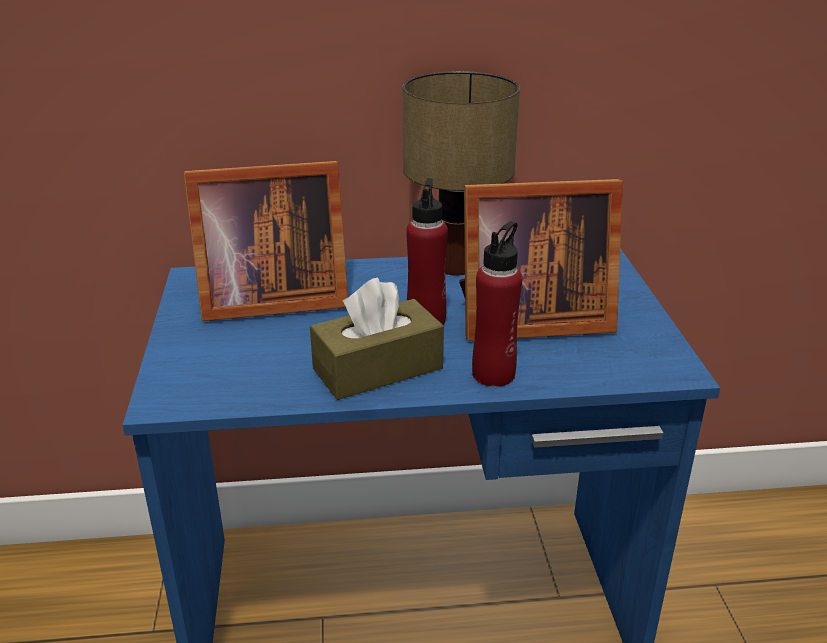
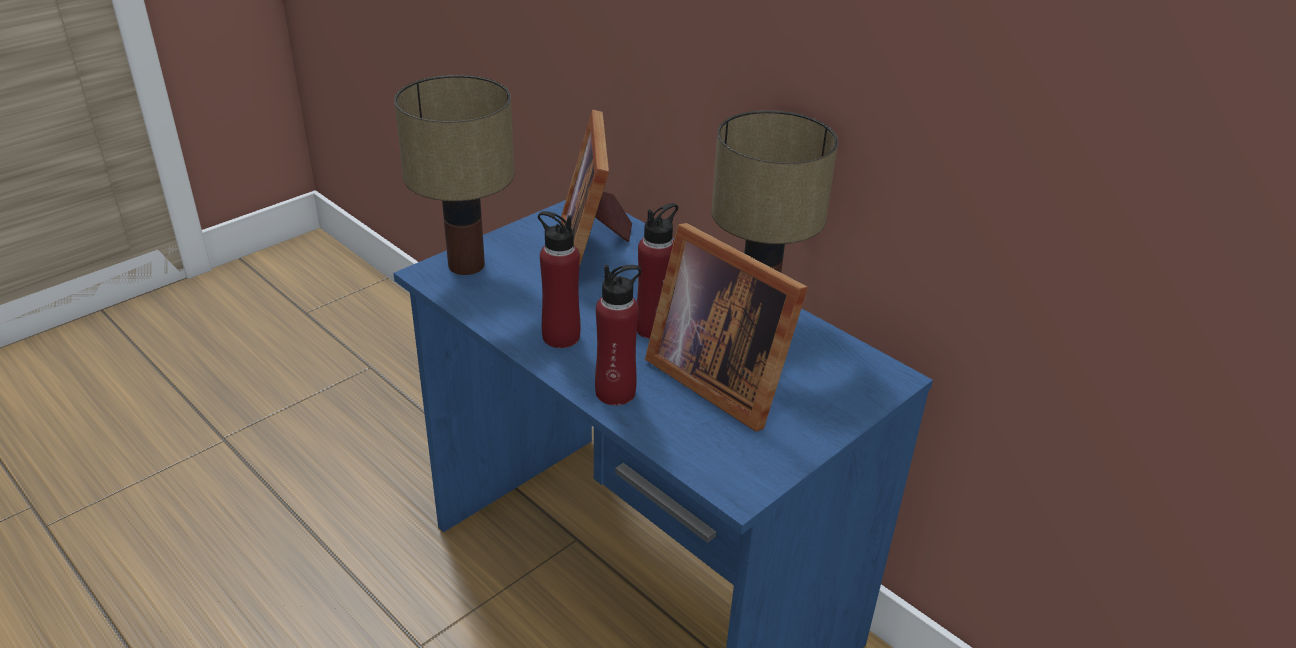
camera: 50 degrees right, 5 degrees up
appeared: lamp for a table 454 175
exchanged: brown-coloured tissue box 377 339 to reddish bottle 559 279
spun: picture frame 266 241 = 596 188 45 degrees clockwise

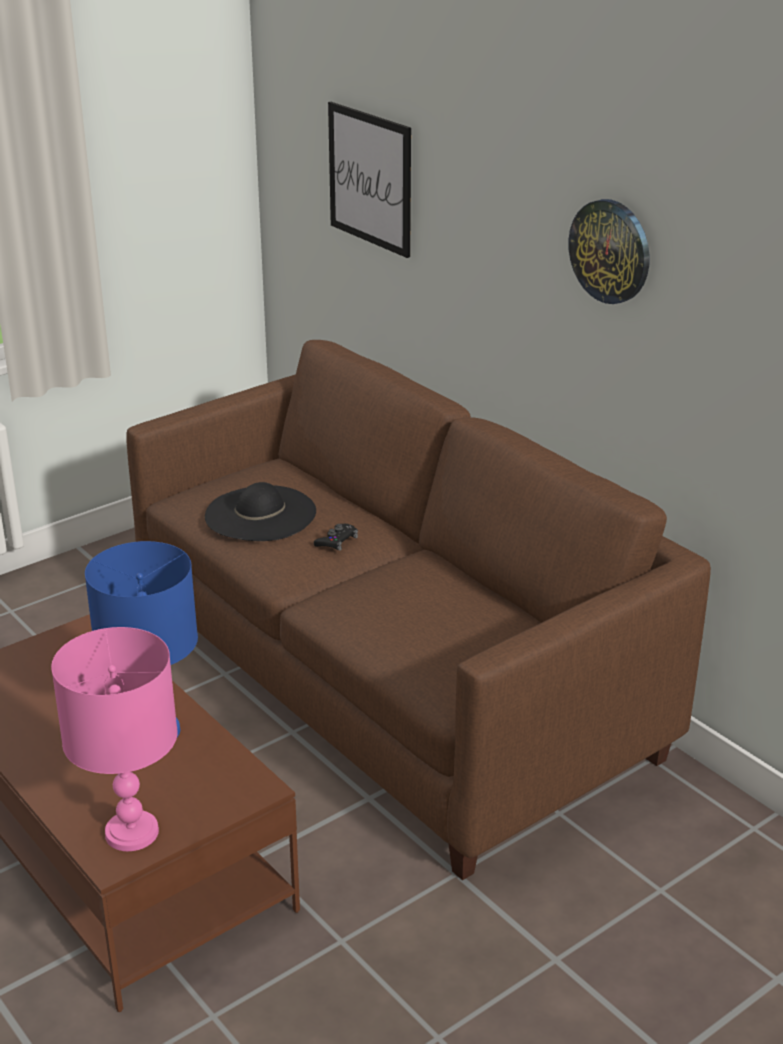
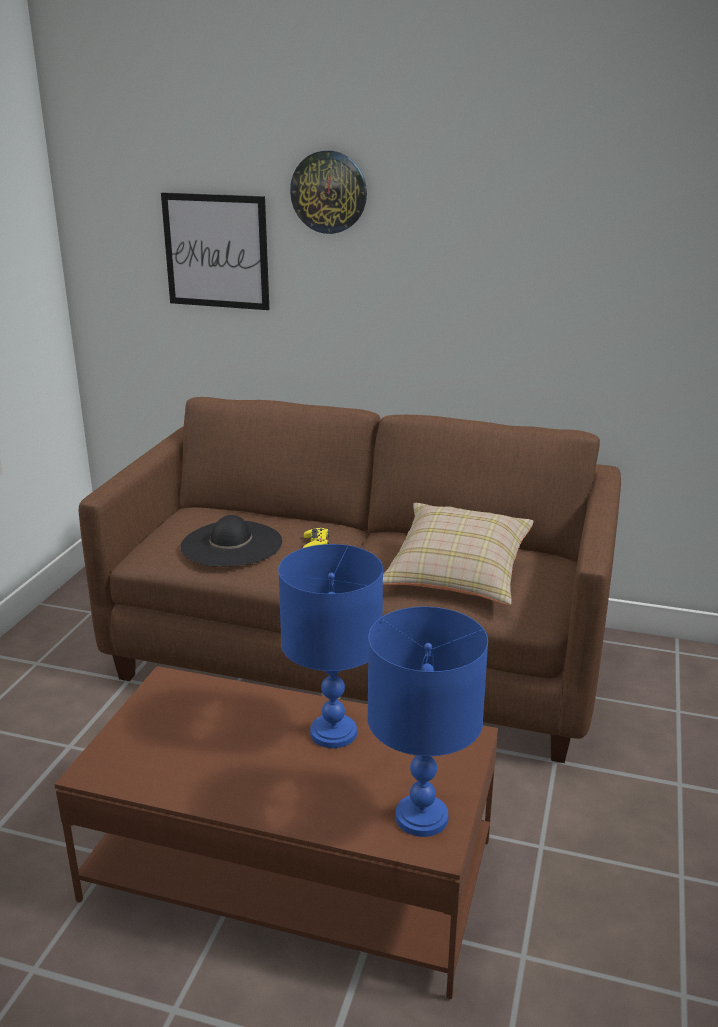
camera: 35 degrees left, 5 degrees down
appeared: beige cushion 458 554
relocated: hanging clock 609 251 to 328 192
colour: pinkish lamp for a table 114 739 to blue lamp for a table 427 722; black game controller 336 537 to yellowish game controller 316 538

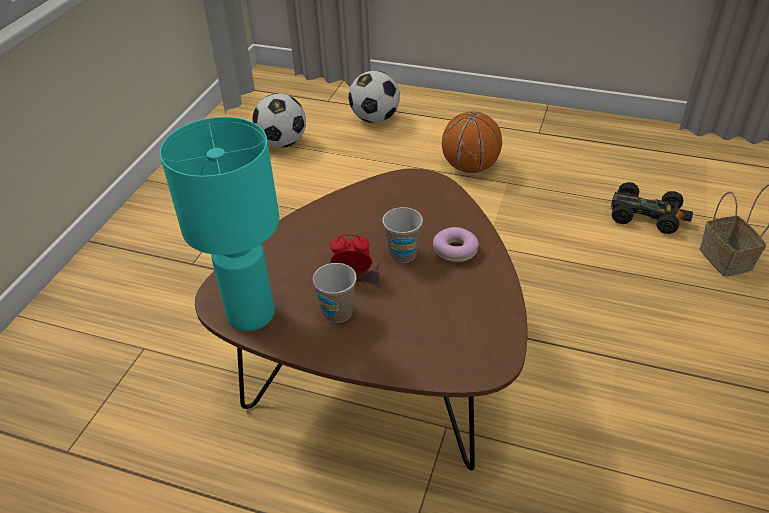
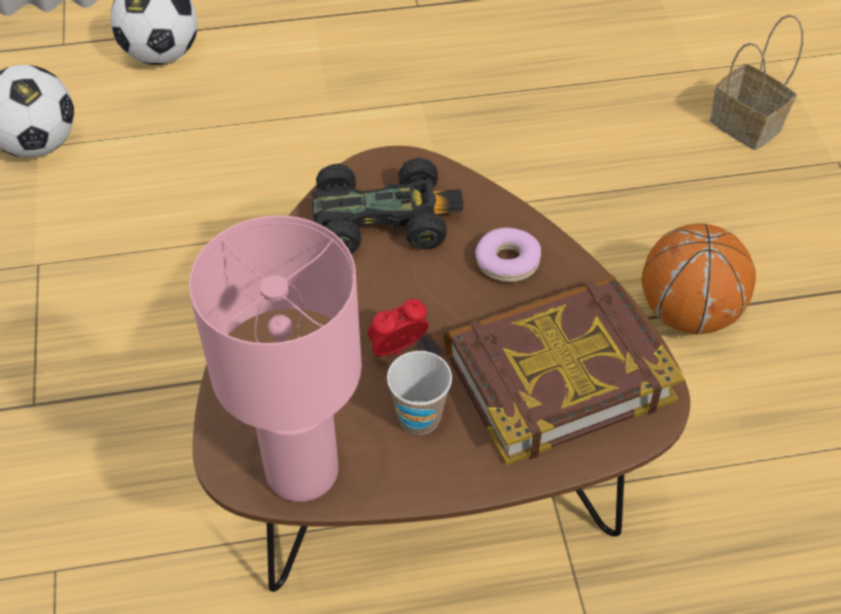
camera: 30 degrees left, 10 degrees up
missing: cup 402 235
appeared: volume 564 370
relocated: ball for basketball 472 142 to 699 279; black miniature car 652 208 to 387 206
colour: turquoise-coloured lamp for a table 219 224 to pinkish lamp for a table 275 358

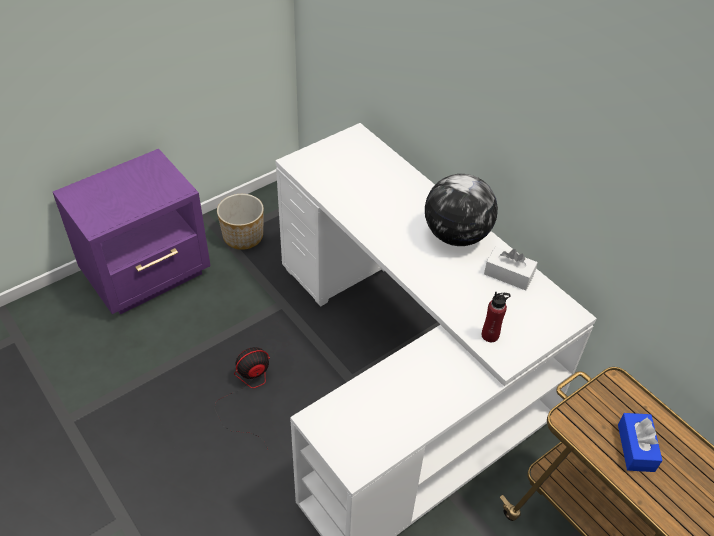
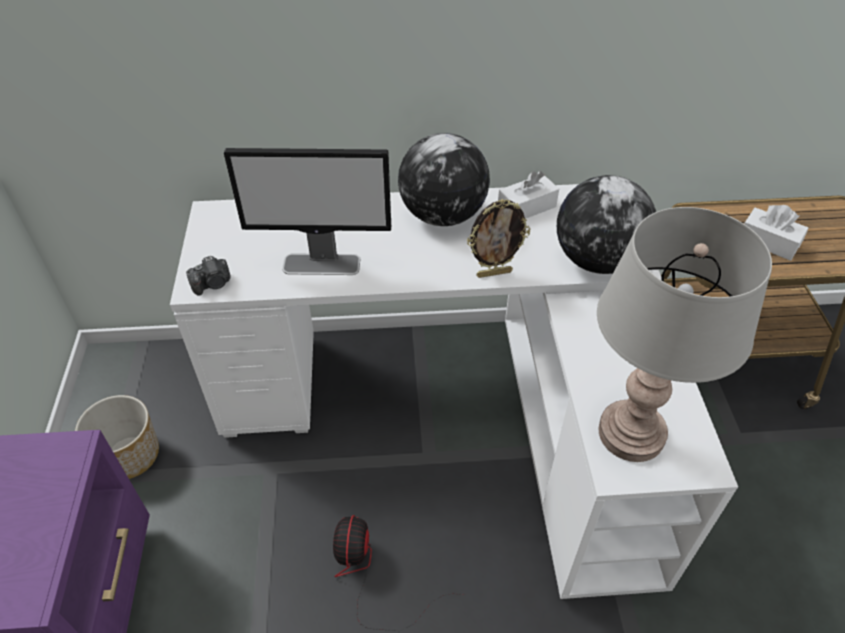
camera: 55 degrees left, 0 degrees up
appeared: photo camera 208 275; computer screen 307 211; picture frame 498 238; grey lamp for a table 684 334
exchanged: reddish bottle 496 317 to world globe 606 224
colour: blue tissue box 640 442 to whitish tissue box 776 233

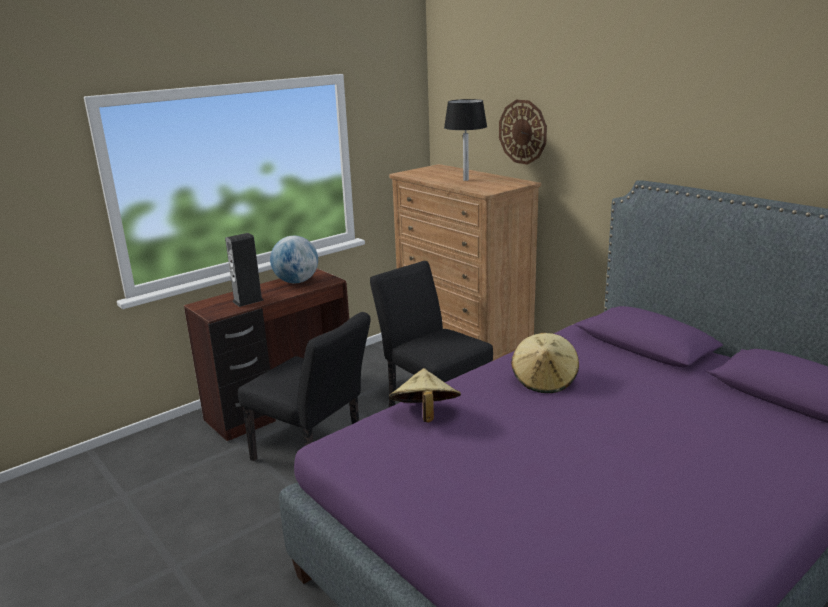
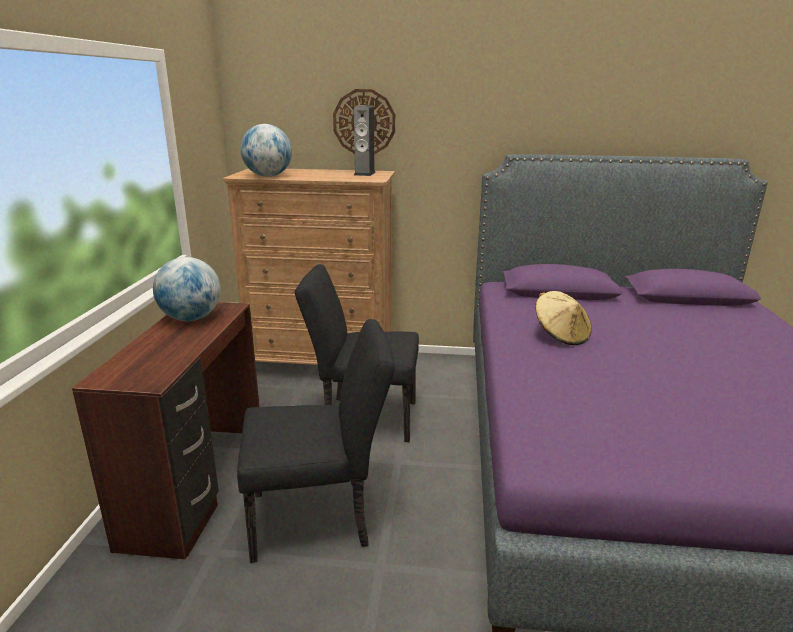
camera: 45 degrees left, 0 degrees up
missing: beige hat 425 395; black lamp for a table 465 140
appeared: world globe 266 150
relocated: audio speaker 244 270 to 365 140

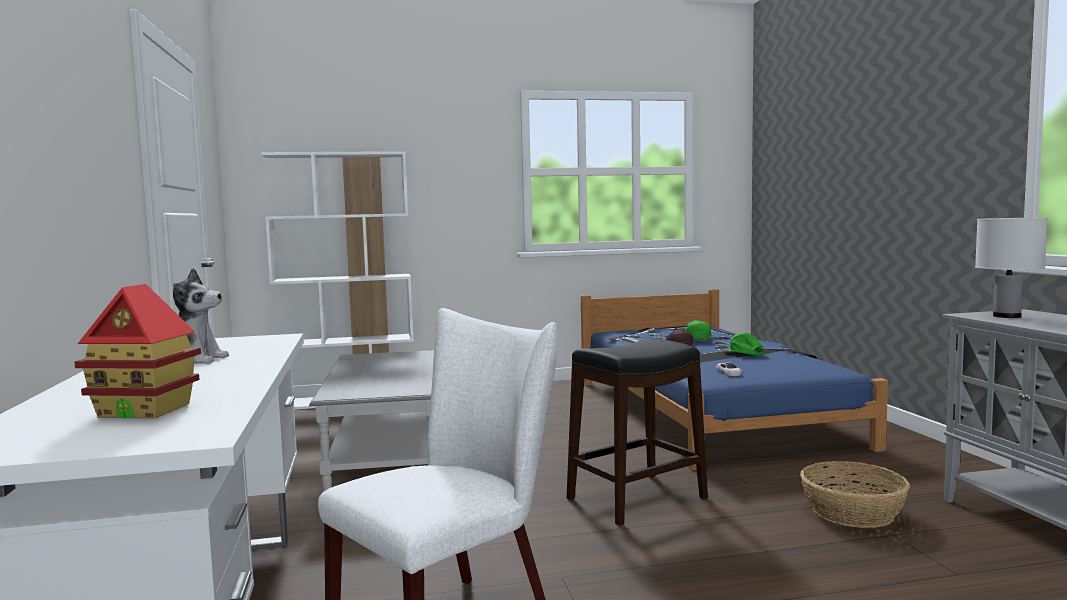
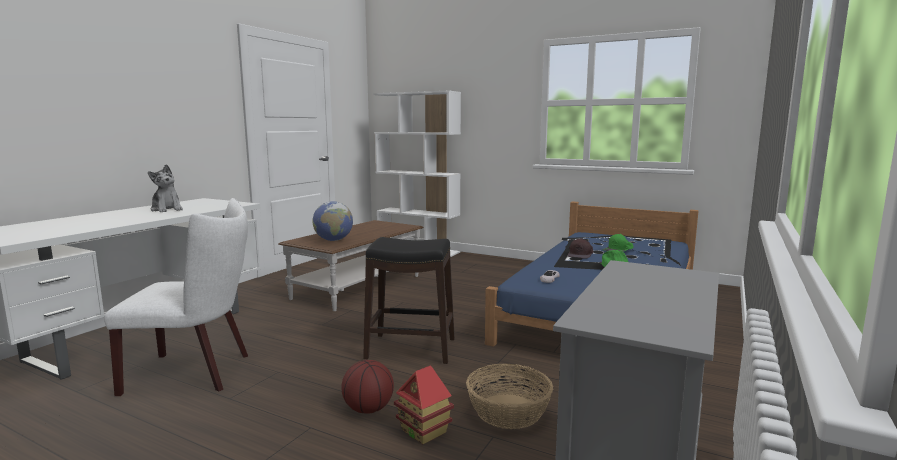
camera: 40 degrees right, 5 degrees up
missing: whitish lamp for a table 1011 268
appeared: world globe 332 221; ball for basketball 367 387
relocated: toy house 137 351 to 424 404
colour: grey coffee table 371 421 to brown-coloured coffee table 351 265

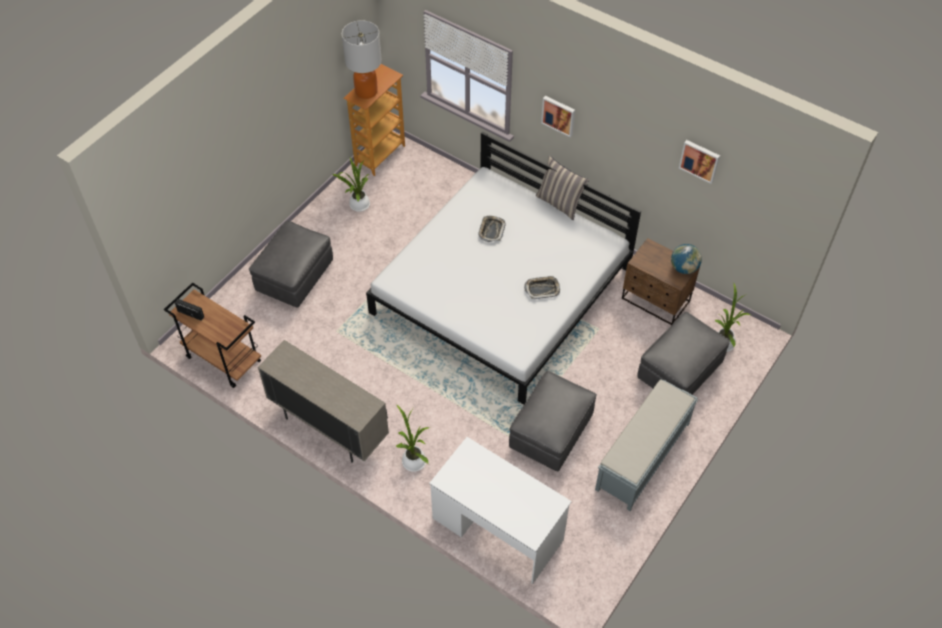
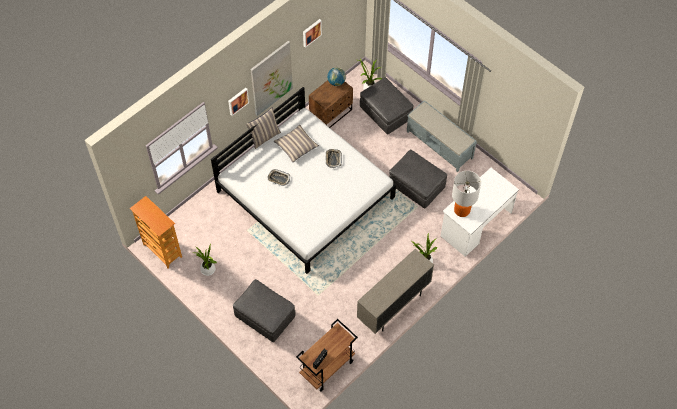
camera: 80 degrees left, 5 degrees up
appeared: wall art 272 78; cushion 296 143
relocated: lamp for a table 362 59 to 466 194

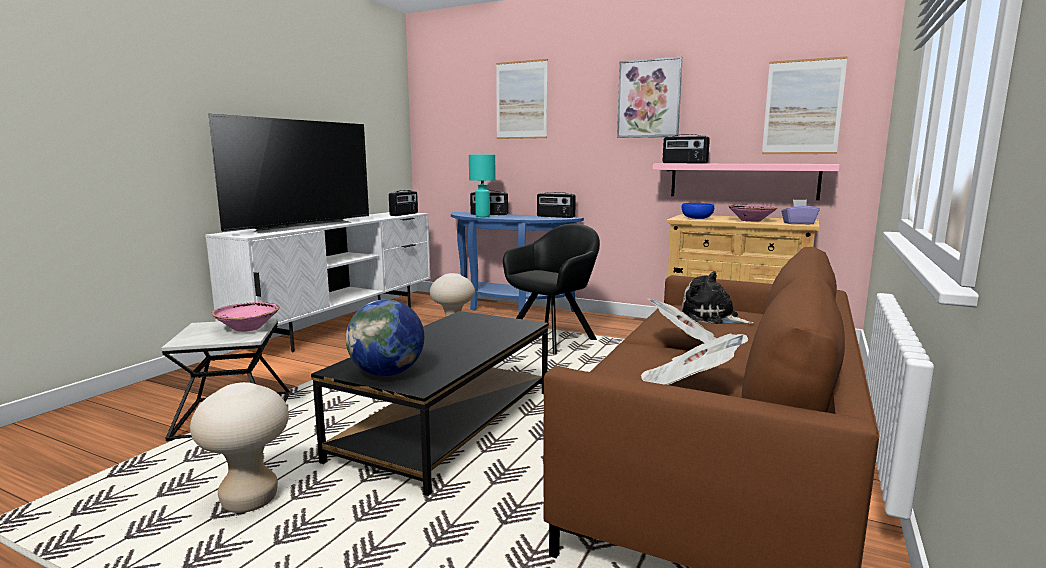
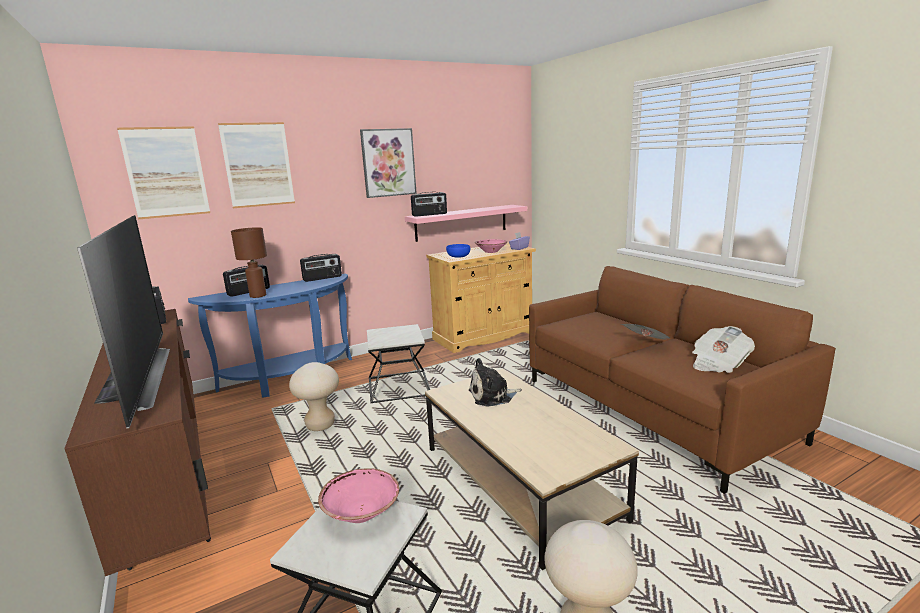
camera: 55 degrees left, 5 degrees up
missing: world globe 385 337
relocated: plush toy 717 297 to 495 382; wall art 805 105 to 163 172
exchanged: black armchair 551 288 to end table 398 363
colour: whitish tv unit 318 282 to brown-coloured tv unit 137 442; black coffee table 430 403 to beige coffee table 532 469; turquoise-coloured lamp for a table 482 186 to brown-coloured lamp for a table 249 262

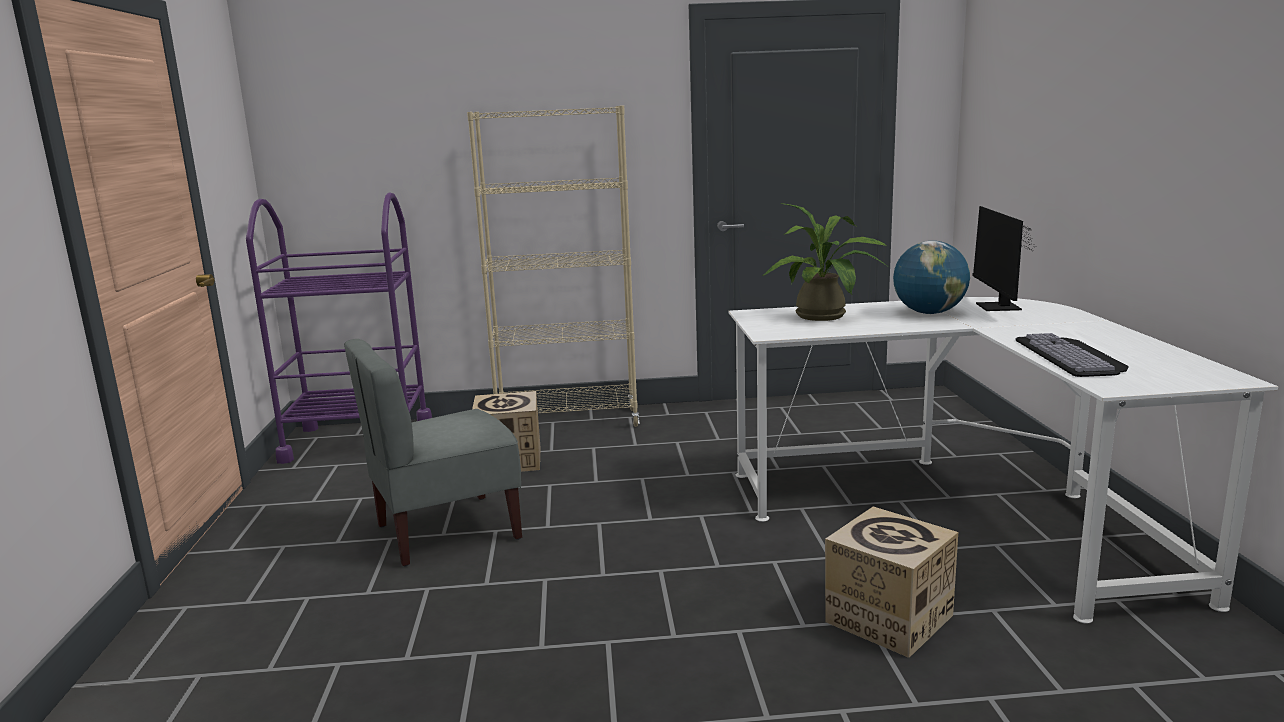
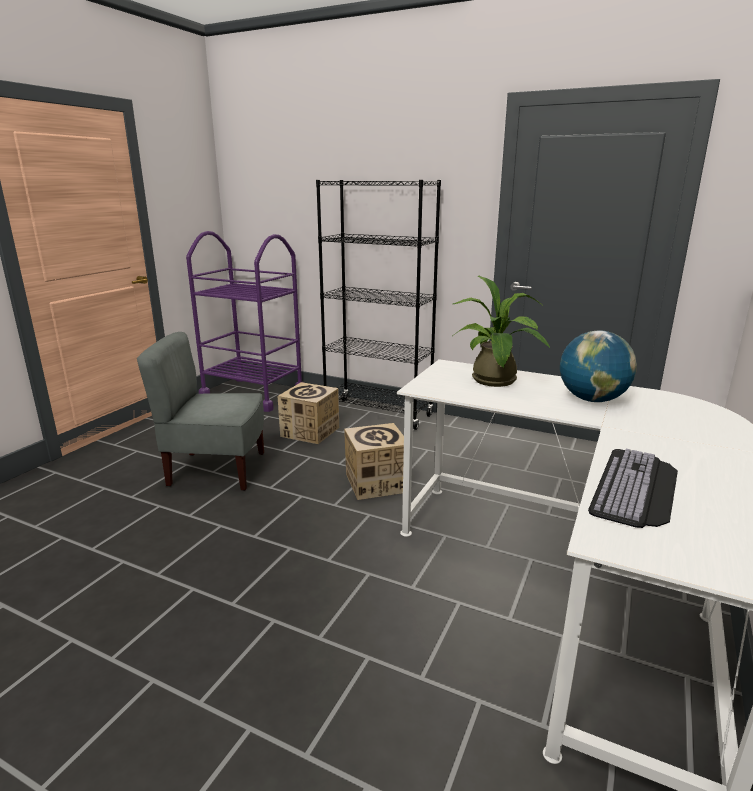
camera: 30 degrees right, 5 degrees up
missing: computer screen 1004 258
relocated: packing box 891 582 to 374 461
colour: beige shelving unit 553 266 to black shelving unit 378 305

